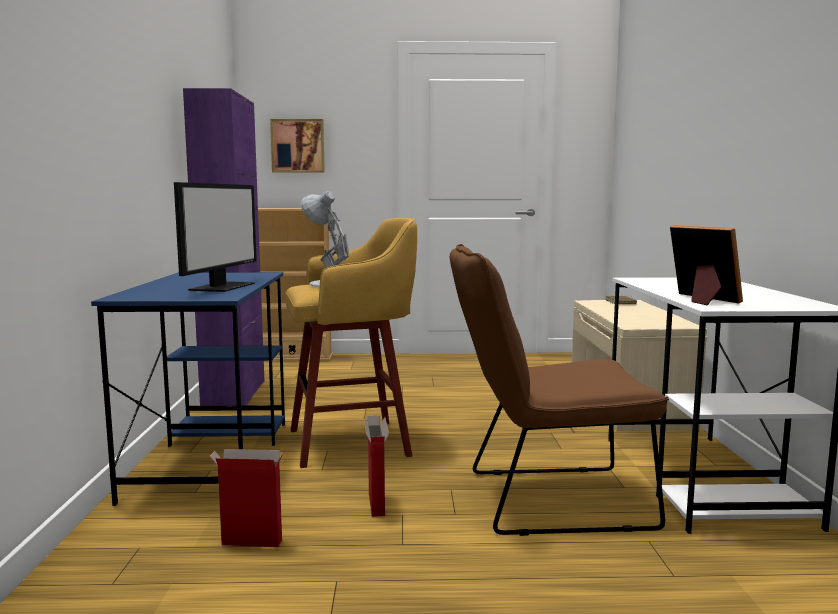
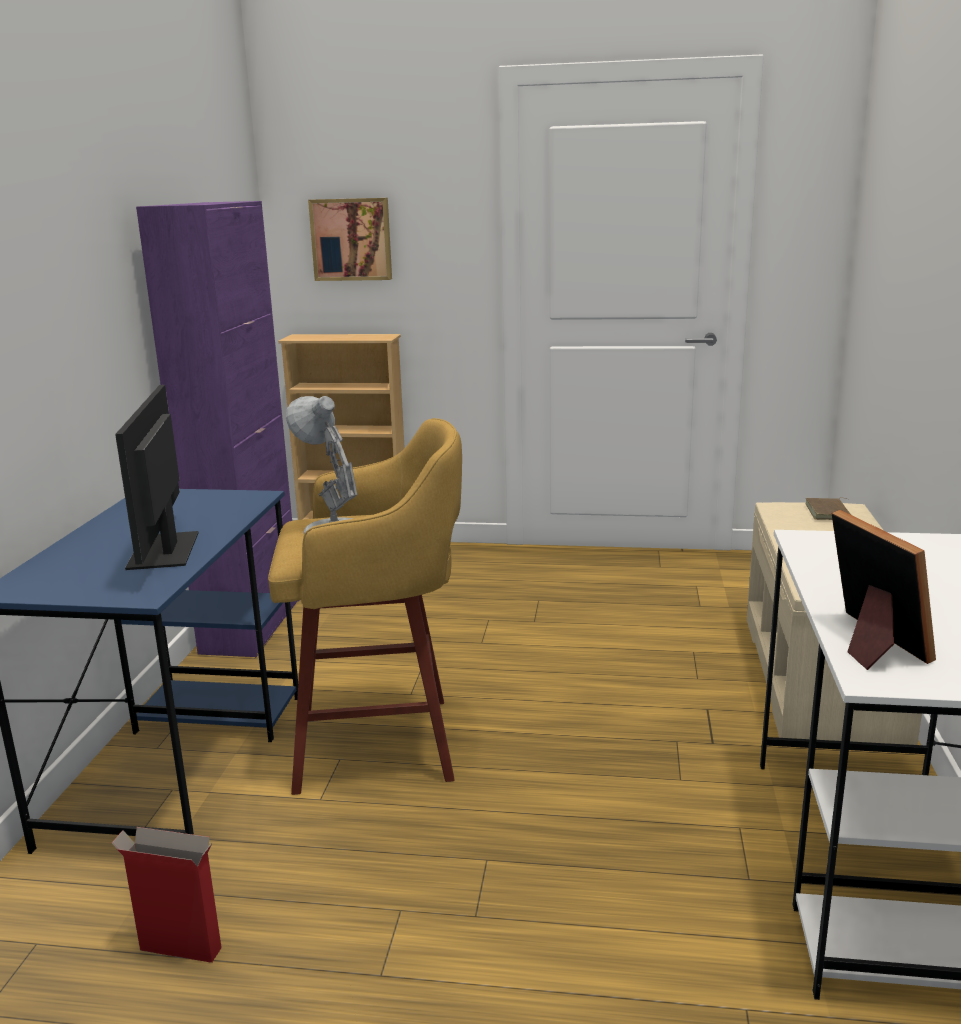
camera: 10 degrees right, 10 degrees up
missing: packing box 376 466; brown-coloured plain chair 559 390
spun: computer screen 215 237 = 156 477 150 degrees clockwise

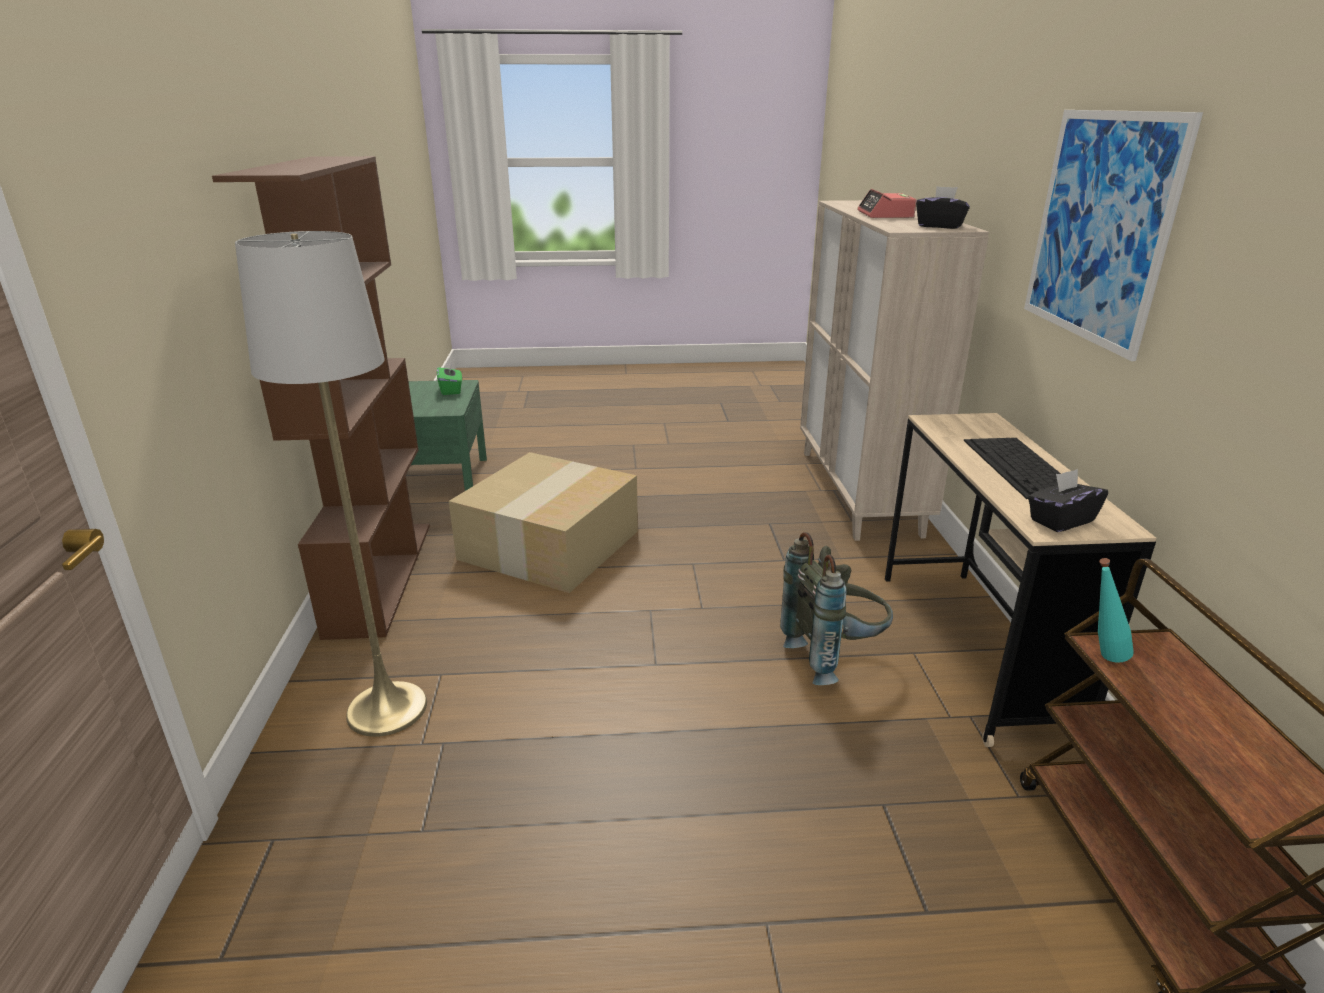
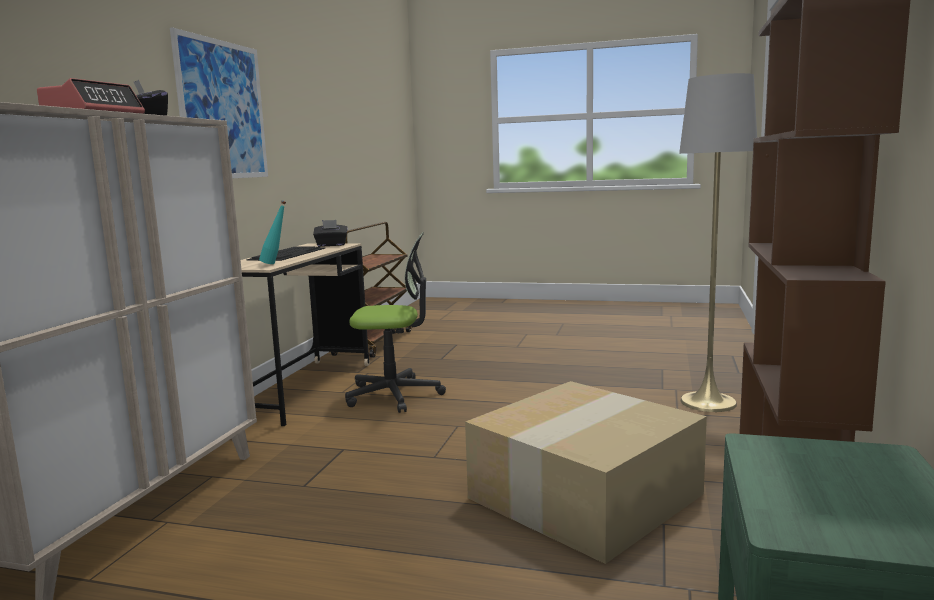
camera: 160 degrees left, 15 degrees down
missing: greenish tissue box 449 379
relocated: turquoise-coloured bottle 1116 610 to 272 232
exchanged: grey rucksack 836 608 to desk chair 395 322

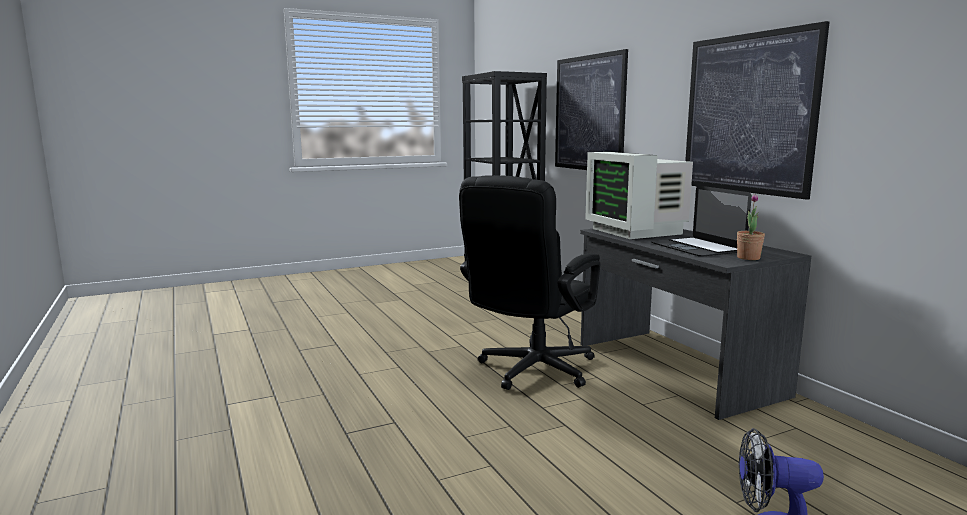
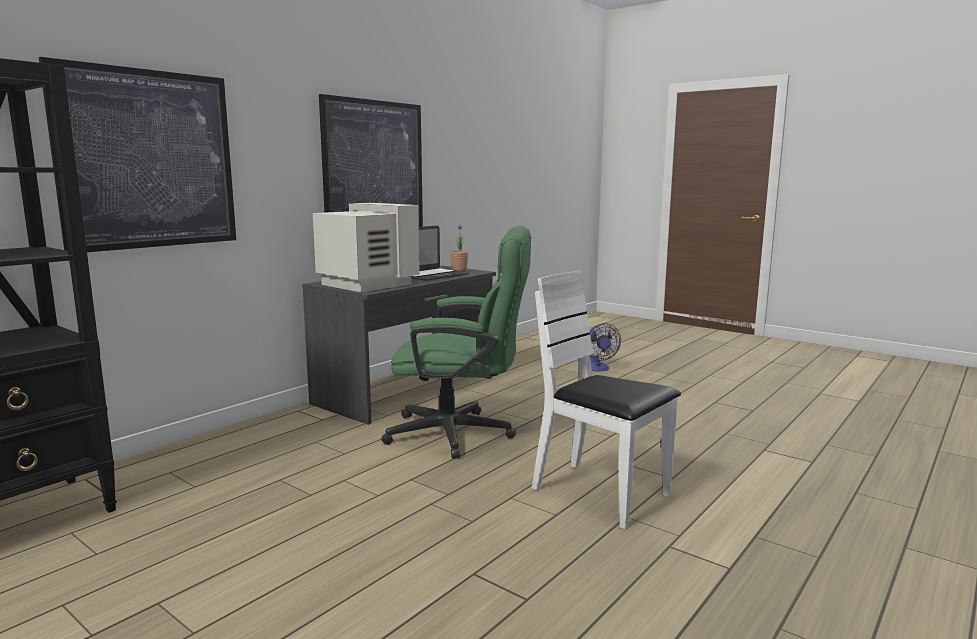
camera: 115 degrees left, 0 degrees up
appeared: whitish plain chair 606 399
colour: black desk chair 530 282 to greenish desk chair 456 342
spun: computer screen 639 195 = 366 247 90 degrees counterclockwise

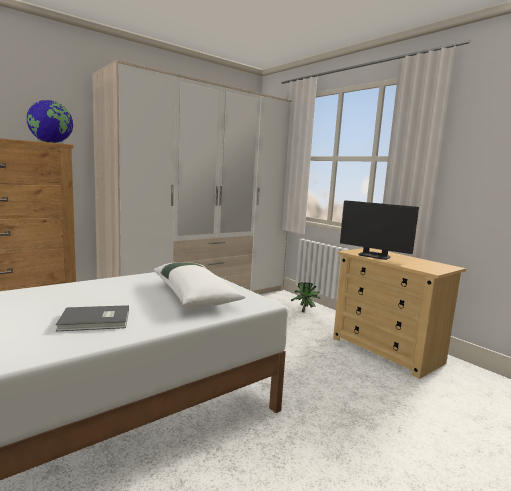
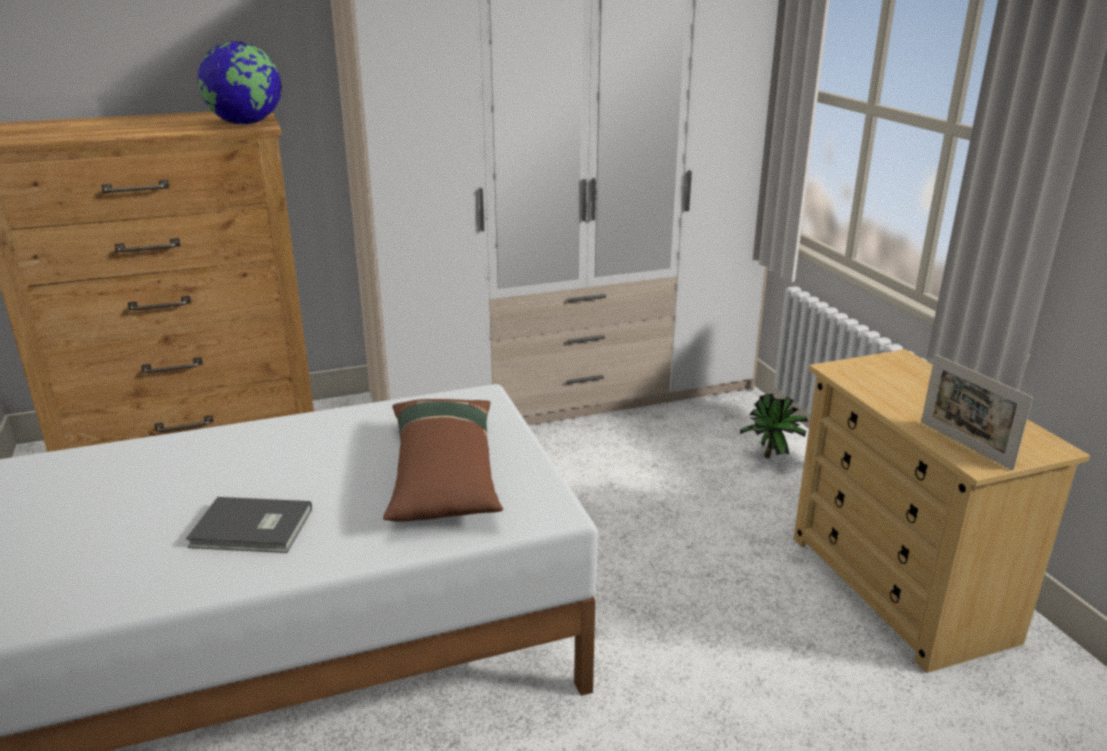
camera: 20 degrees right, 15 degrees up
missing: computer screen 379 230
appeared: picture frame 977 412
colour: whitish cushion 200 285 to brown-coloured cushion 443 460

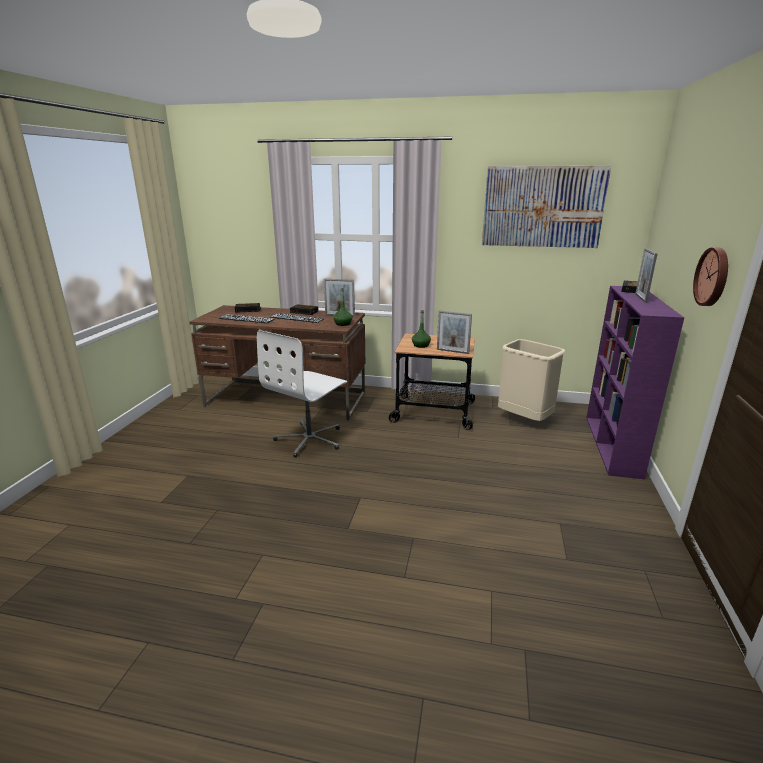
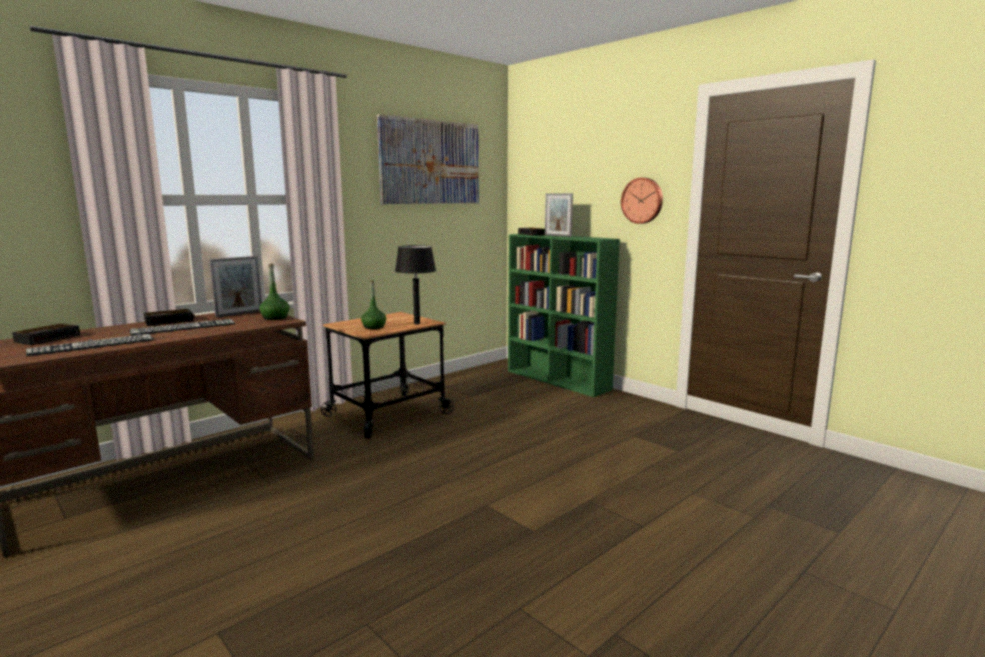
camera: 55 degrees left, 10 degrees down
missing: whitish desk chair 302 393; beige rubbish bin 531 380
exchanged: picture frame 454 332 to black lamp for a table 415 284
colour: purplish shelving unit 635 382 to greenish shelving unit 564 315

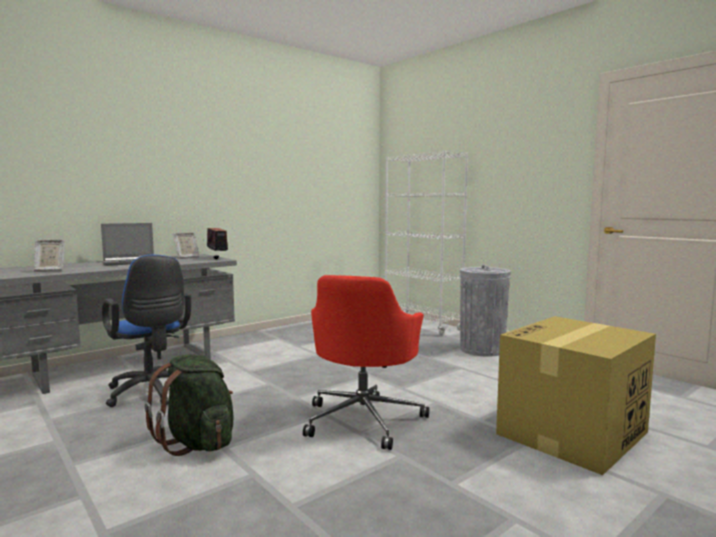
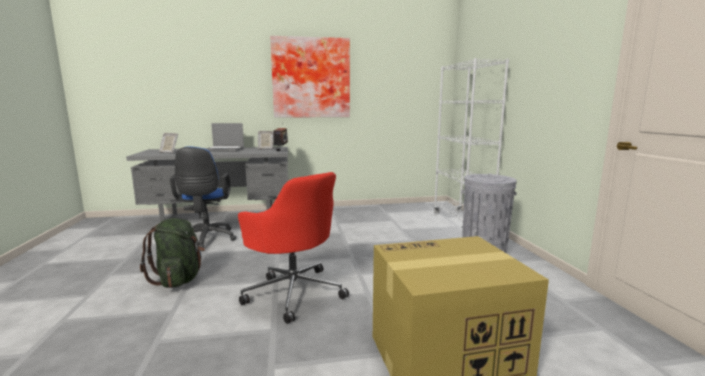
camera: 30 degrees right, 5 degrees up
appeared: wall art 310 77
spun: reddish desk chair 366 362 = 293 248 90 degrees counterclockwise

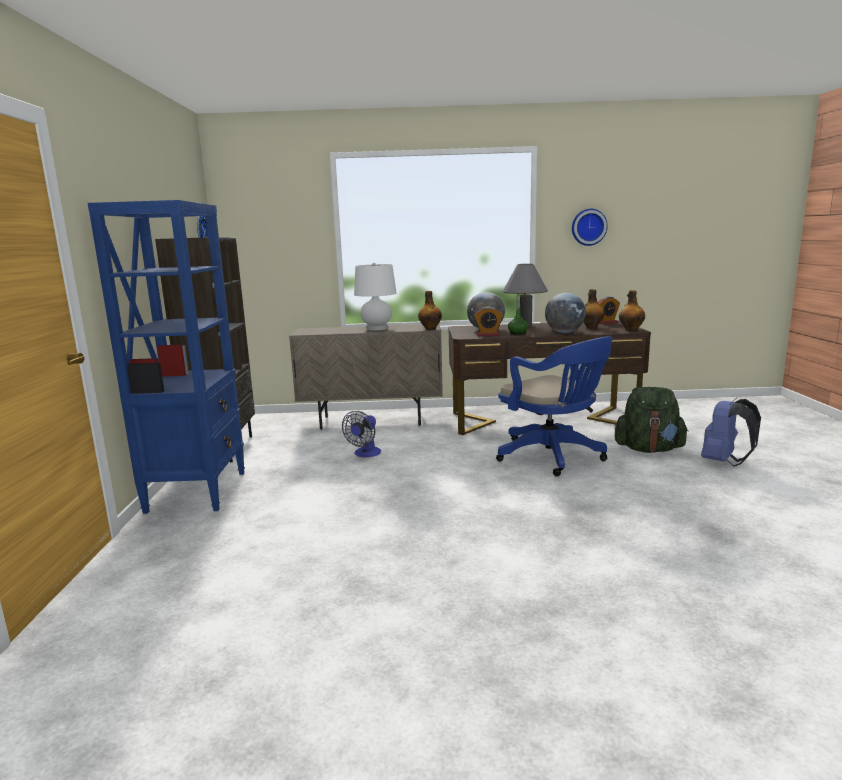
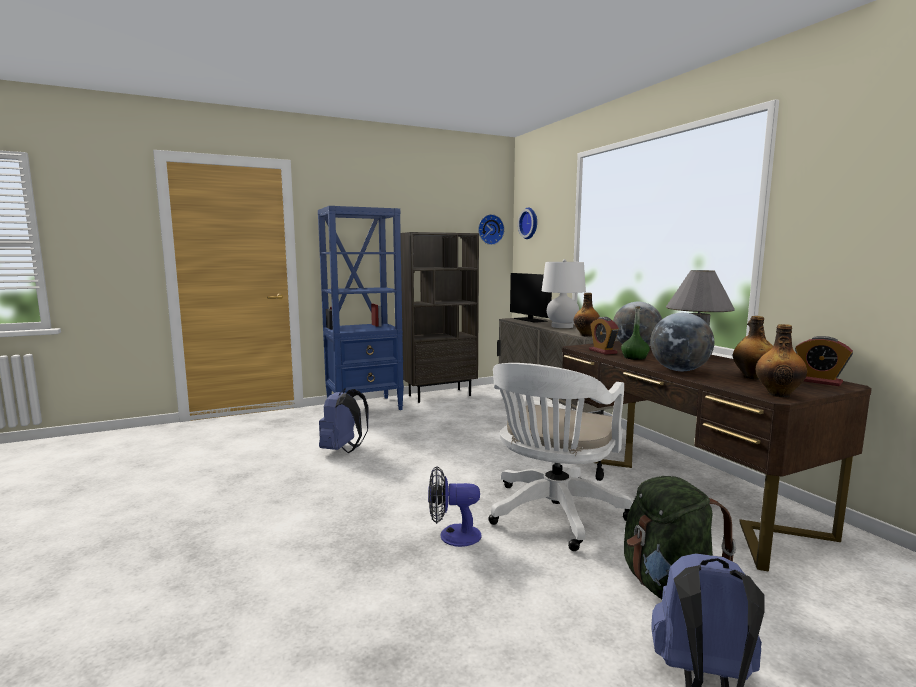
camera: 65 degrees right, 5 degrees down
appeared: blue rucksack 344 420; computer screen 531 298
relocated: fan 361 434 to 455 506; hanging clock 590 227 to 527 223
colour: blue desk chair 554 406 to whitish desk chair 560 457

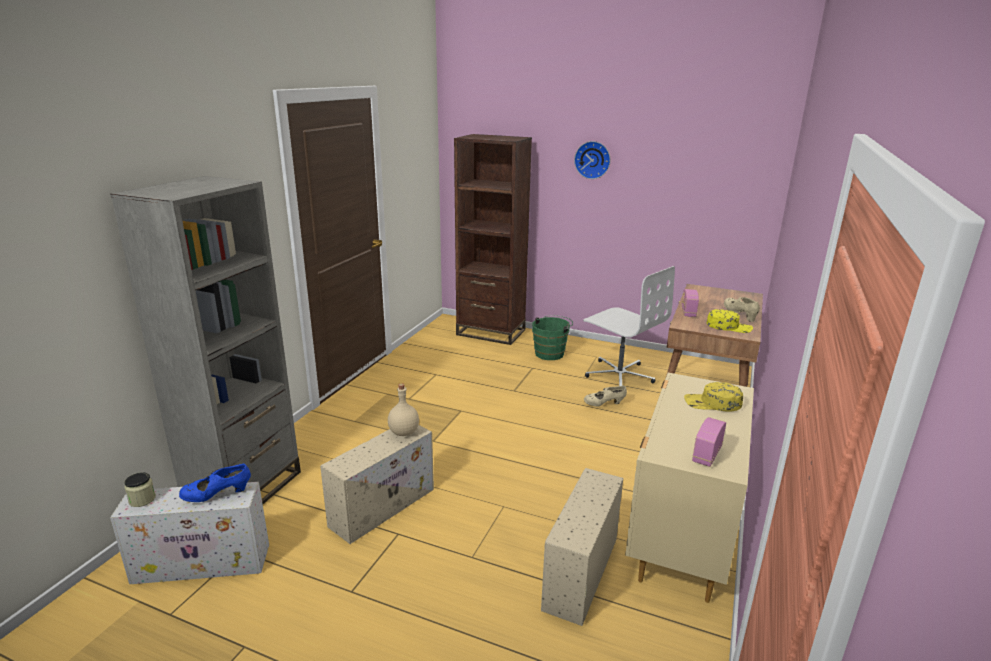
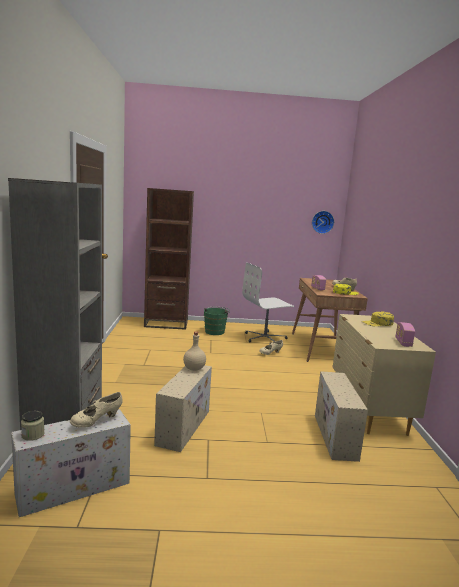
camera: 25 degrees left, 10 degrees down
relocated: hanging clock 592 160 to 323 222
colour: blue low shoe 215 483 to beige low shoe 96 410
spun: whitish desk chair 629 326 = 268 302 135 degrees clockwise

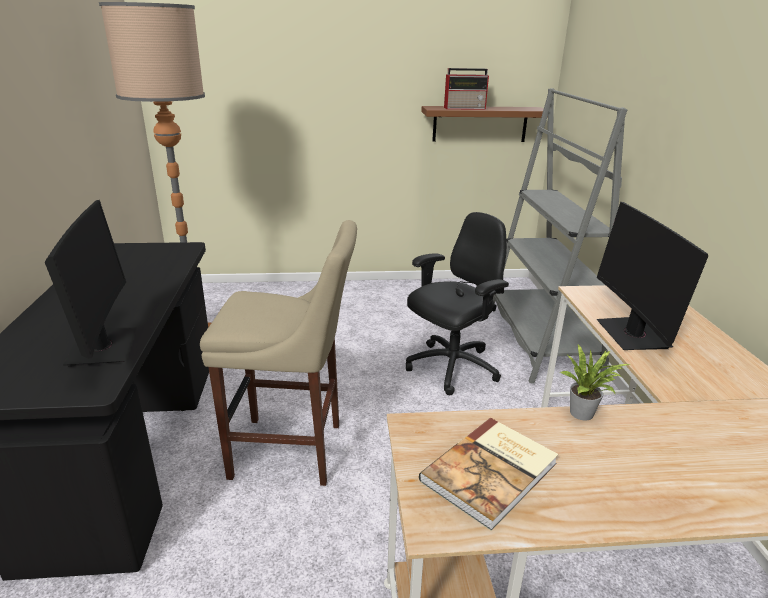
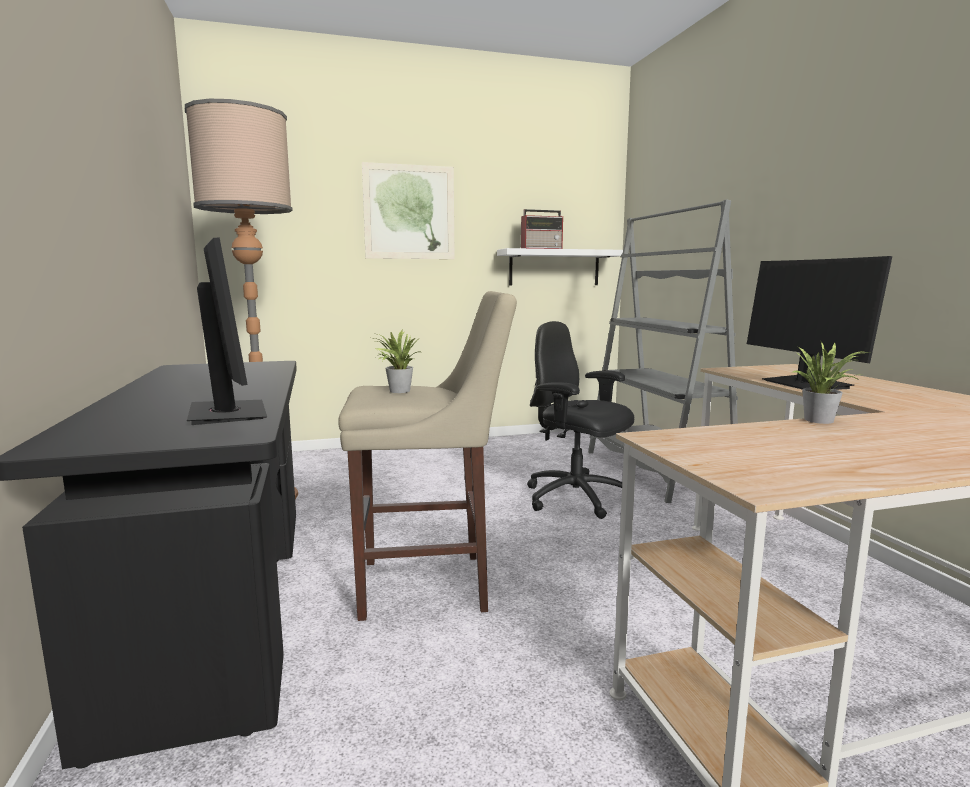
camera: 10 degrees left, 15 degrees down
missing: volume 488 474
appeared: wall art 408 210; houseplant 398 361
colour: brown-coloured shelf 484 124 to whitish shelf 560 266
spun: black desk chair 457 303 = 580 420 90 degrees counterclockwise

